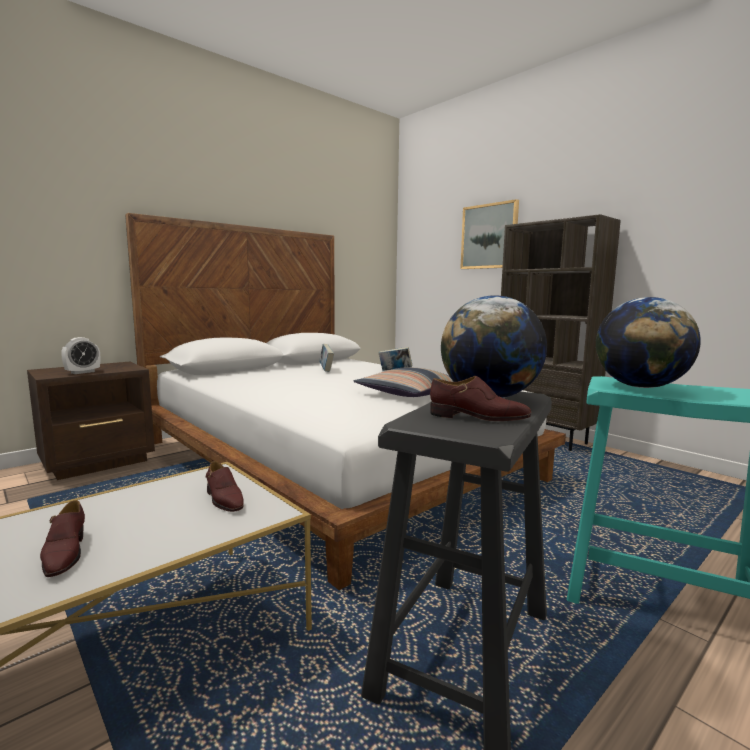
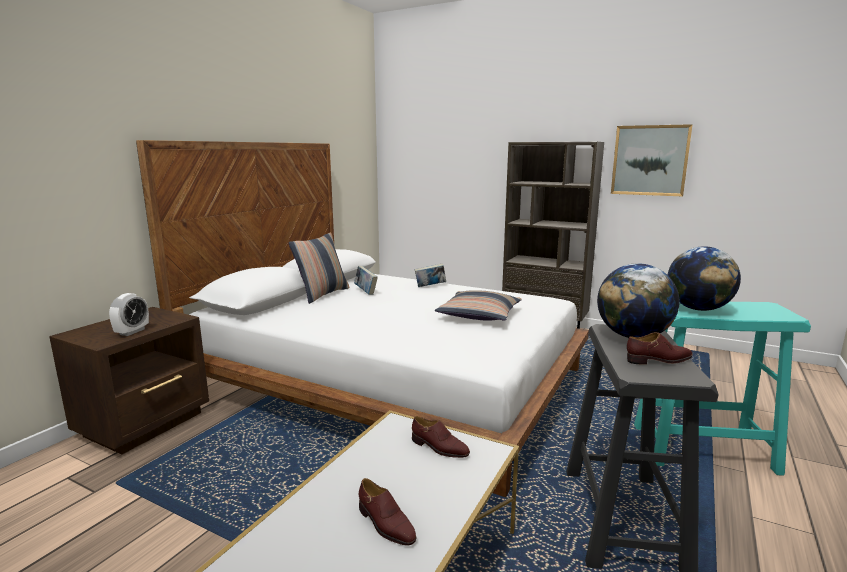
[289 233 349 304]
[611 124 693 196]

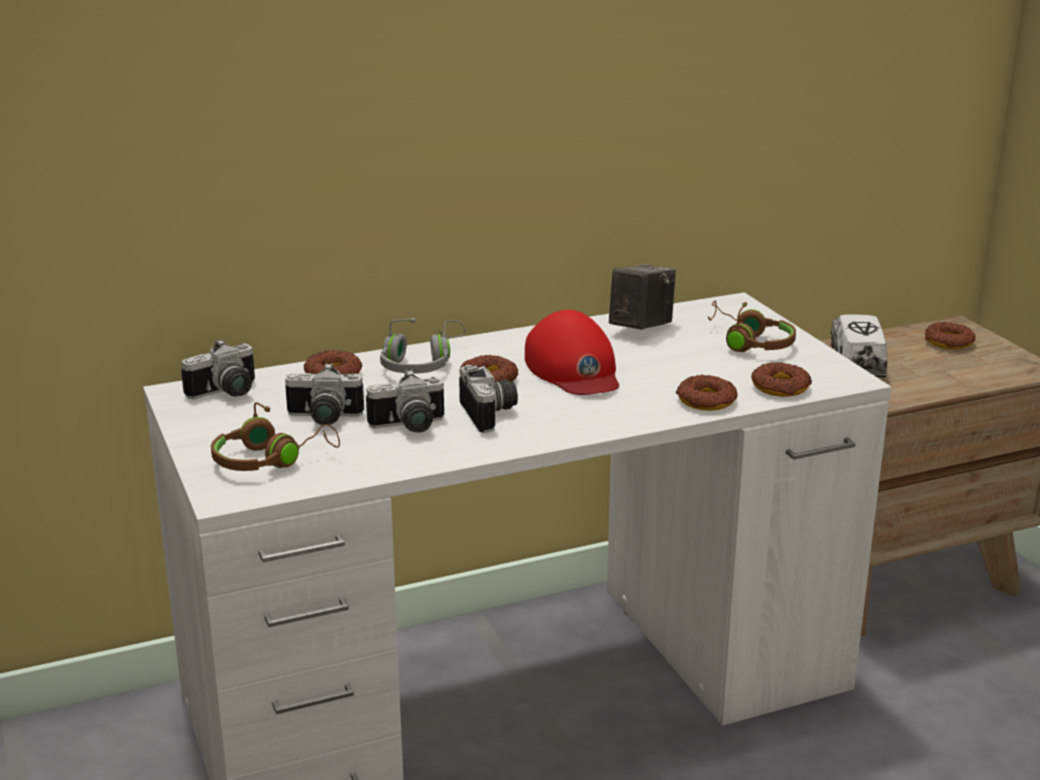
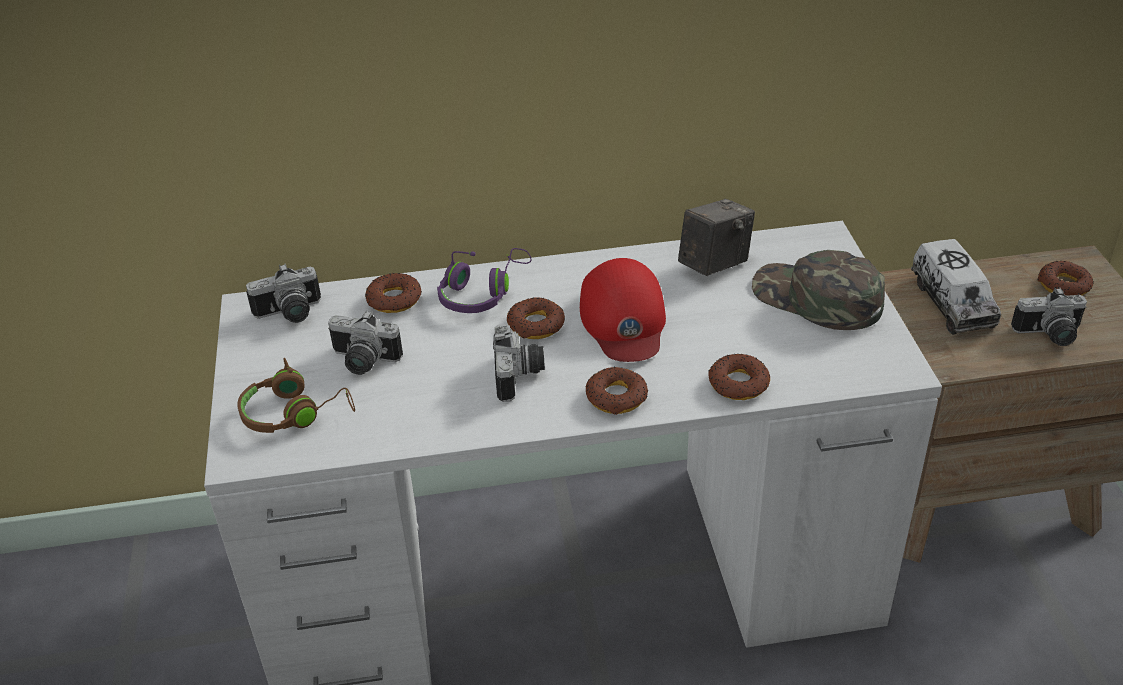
[437 248 532 313]
[586 367 649 415]
[752 250 885 330]
[911 239 1001 334]
[1011 288 1087 346]

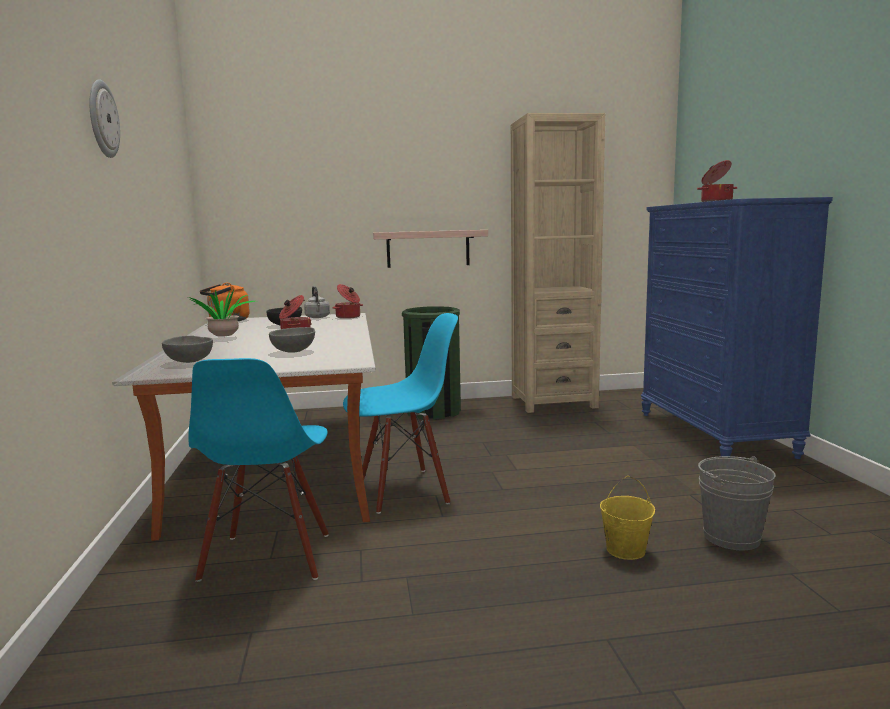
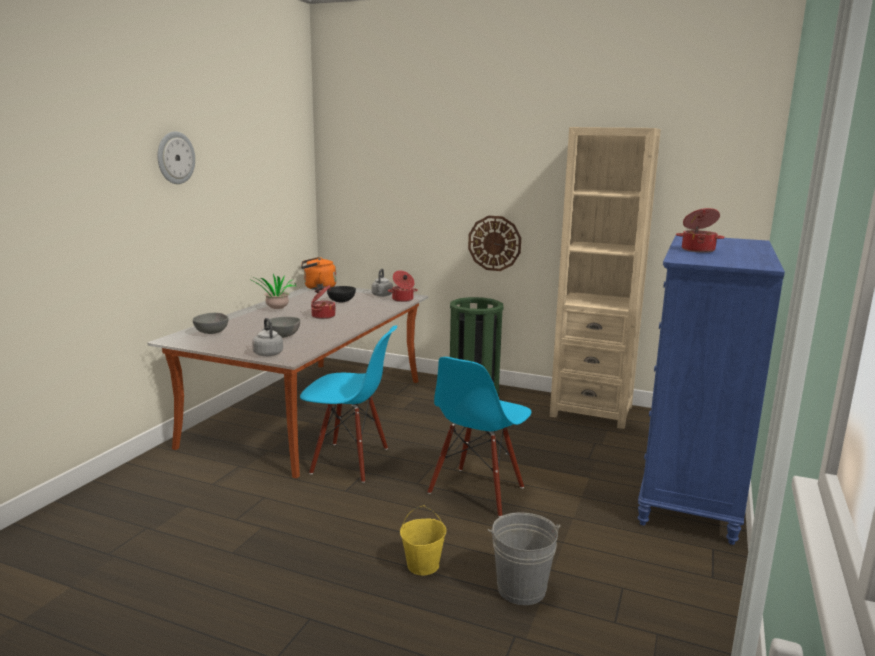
[252 318 283 356]
[427 357 531 517]
[468 216 521 271]

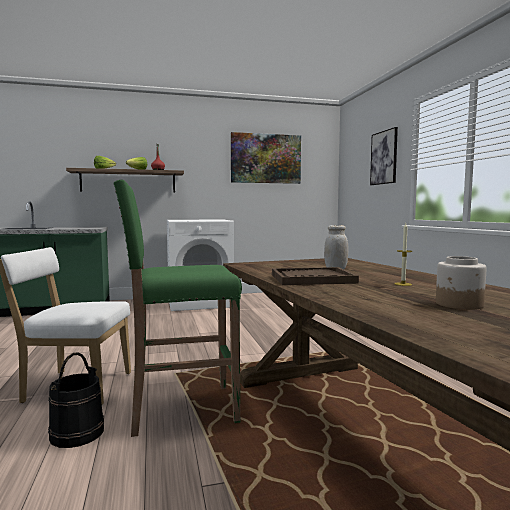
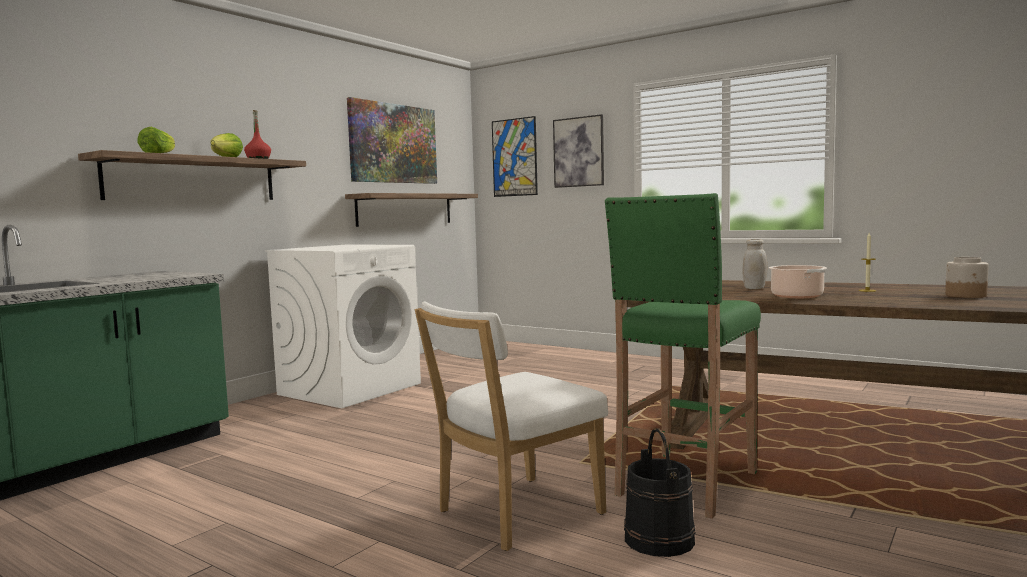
[345 193 478 227]
[492 116 538 197]
[769 265 827 298]

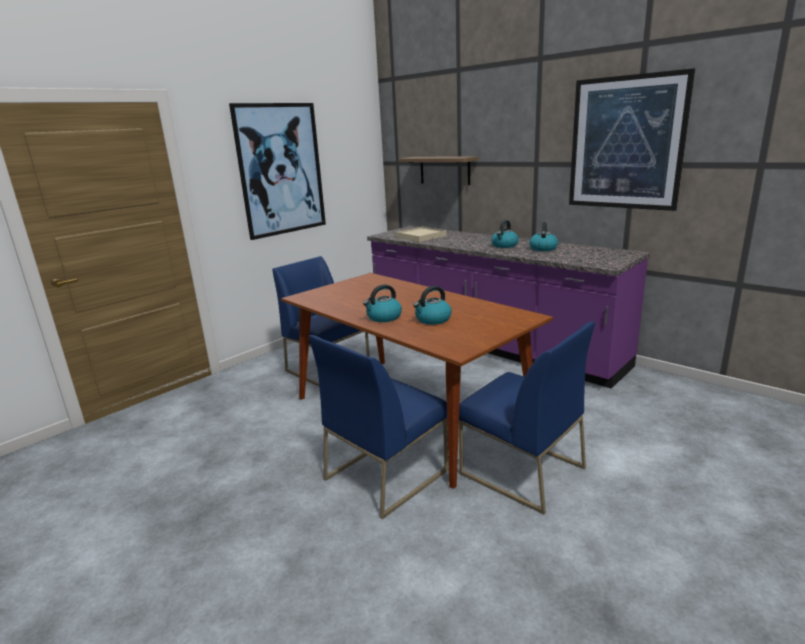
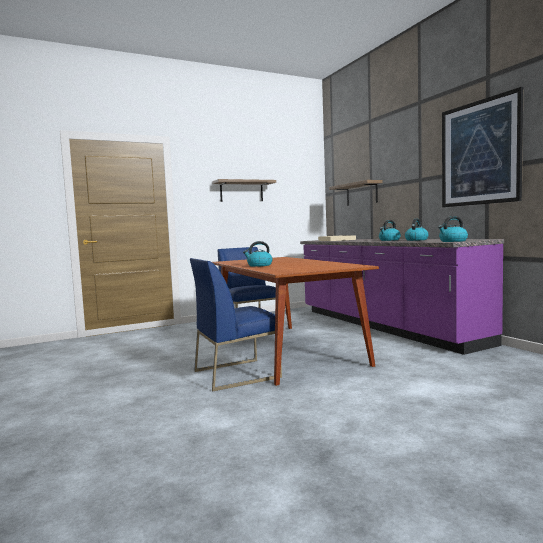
[212 179 276 202]
[438 216 468 242]
[459 321 595 514] (first image)

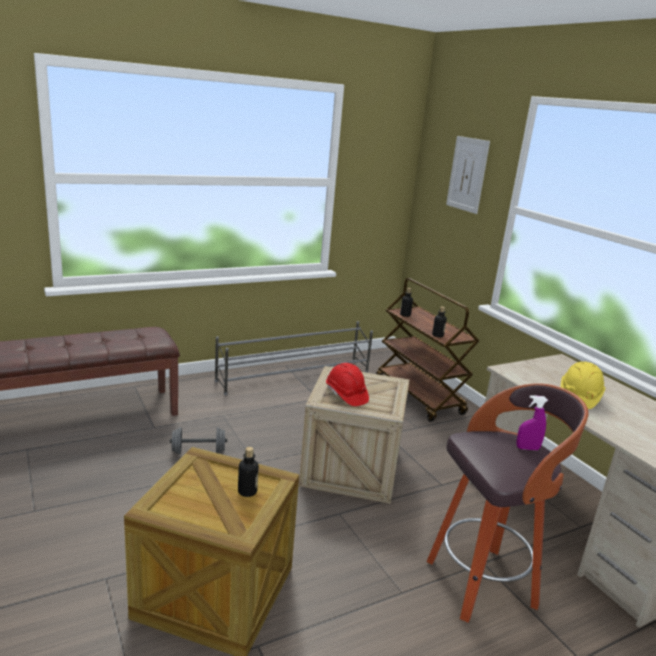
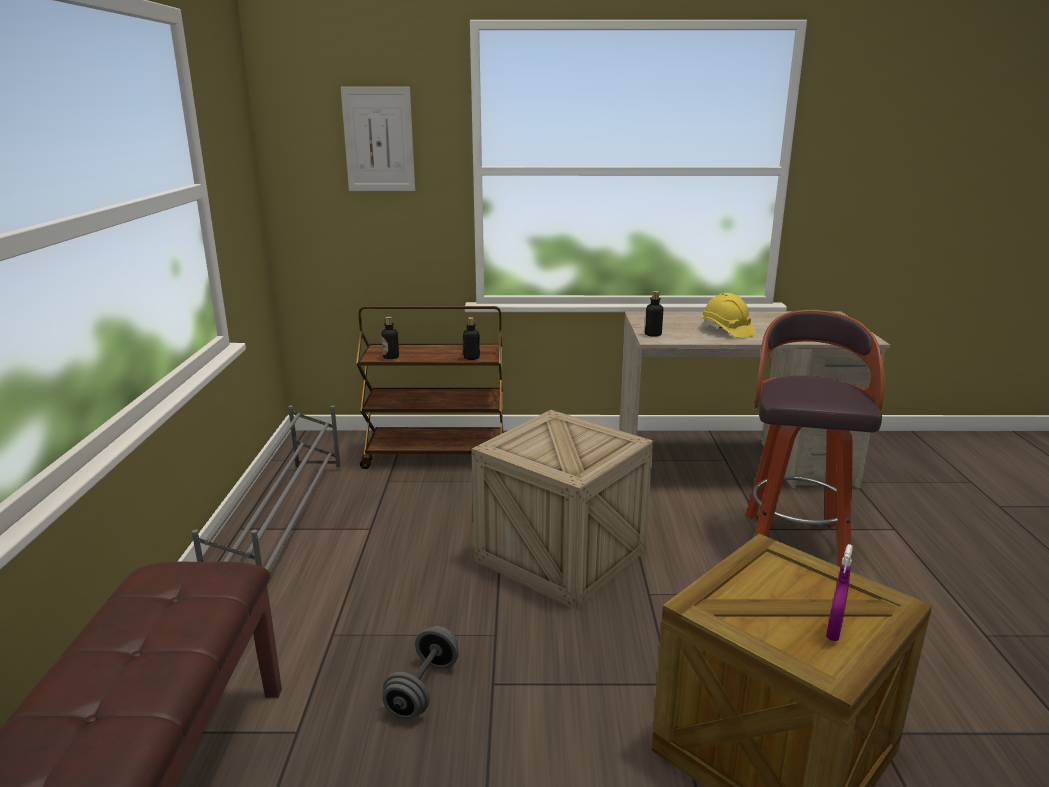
[645 291 663 337]
[826 544 853 641]
[326 363 369 406] (first image)

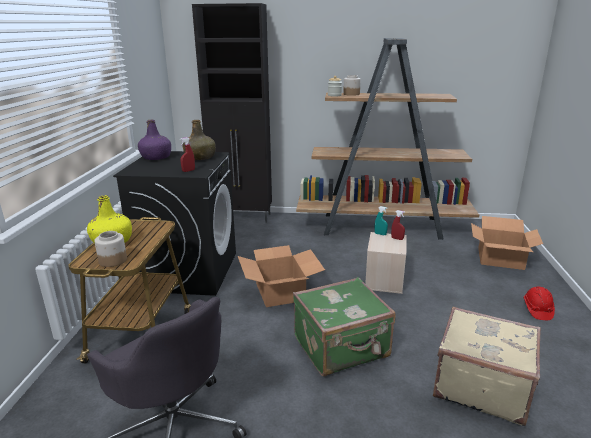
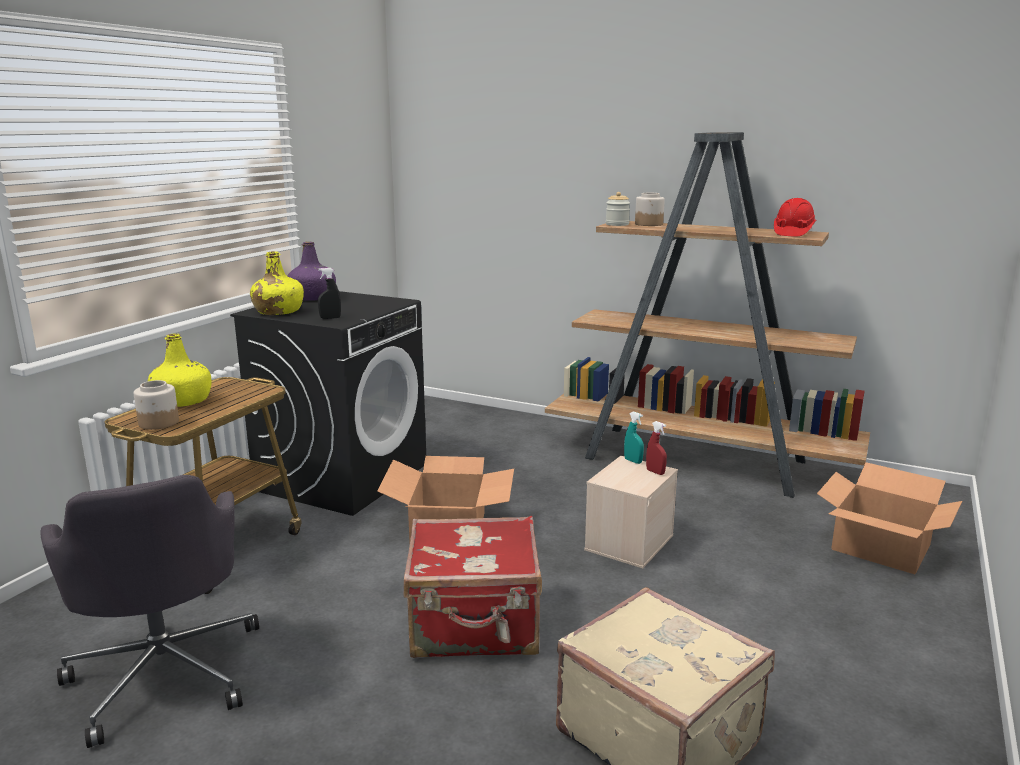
[250 251 304 315]
[318 268 341 319]
[404 516 542 658]
[774 198 816 237]
[183 120 216 160] (first image)
[192 3 272 223] (first image)

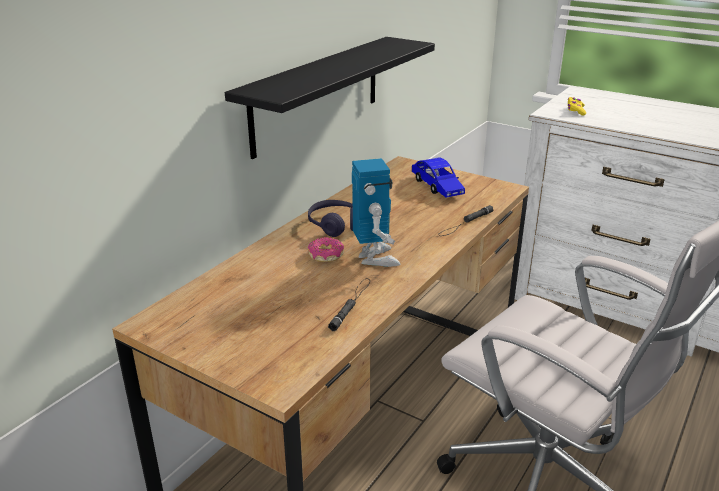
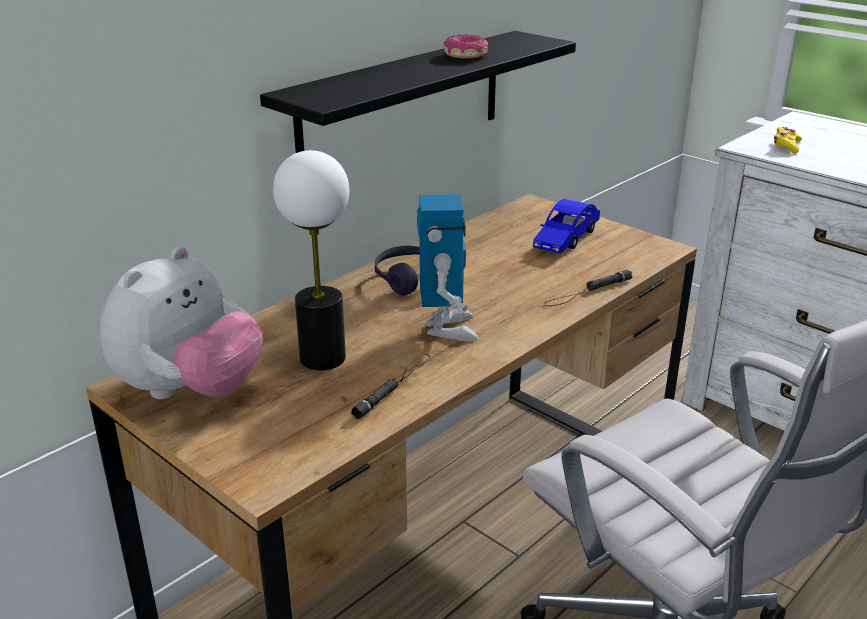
[100 246 263 399]
[273 150 349 370]
[443 34 488 59]
[533 199 600 254]

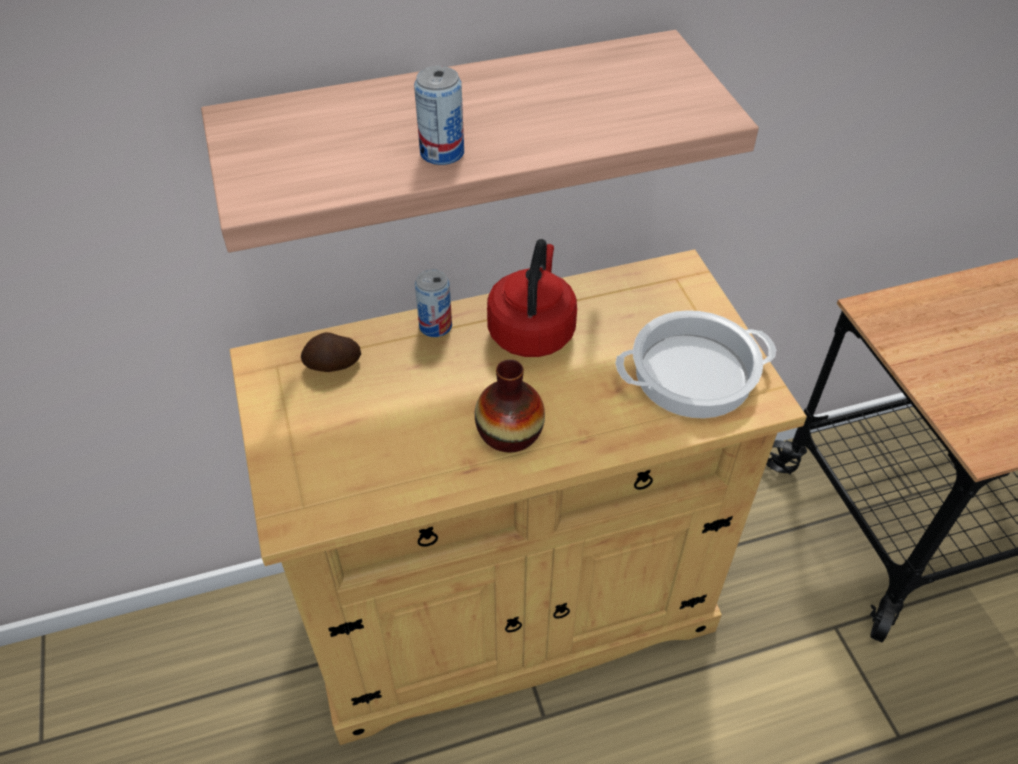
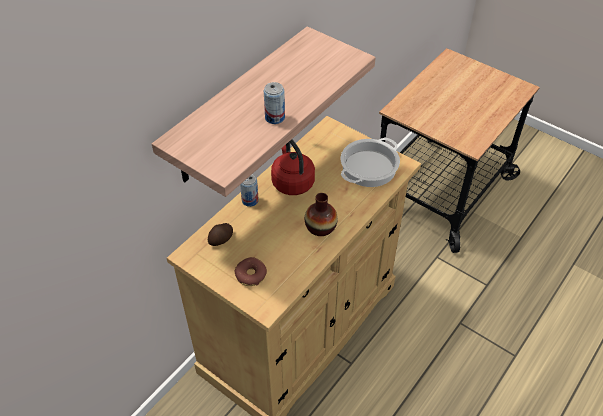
[235 257 267 286]

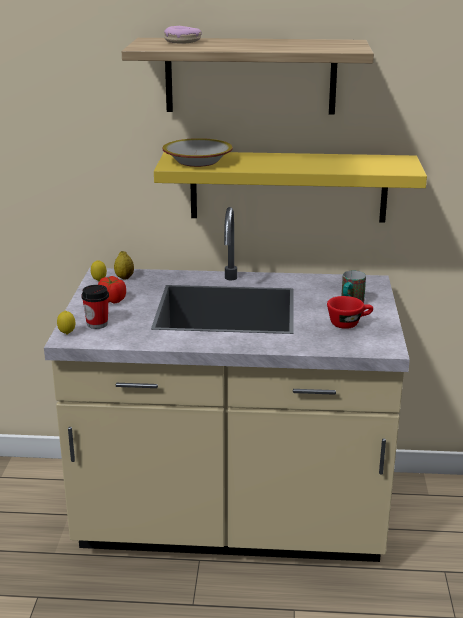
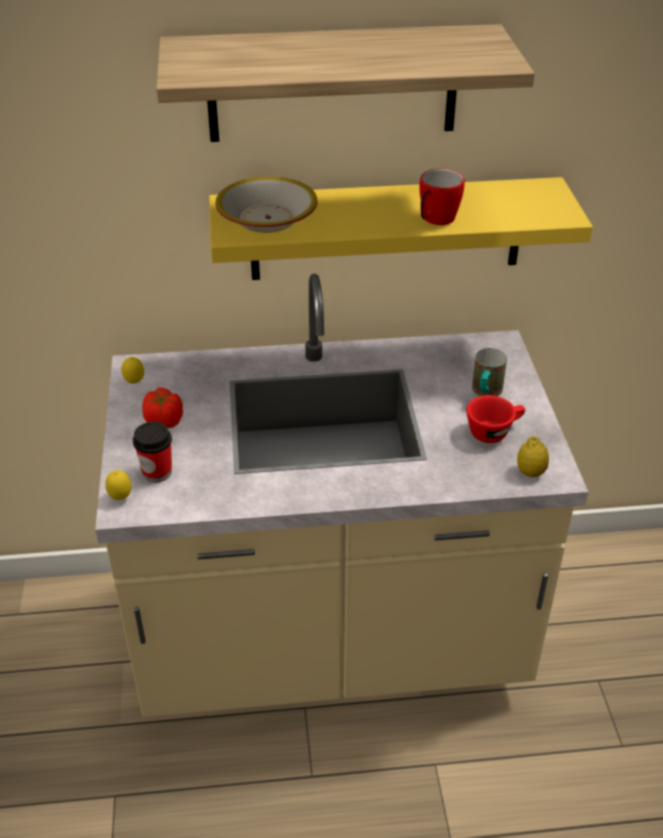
[419 168 465 225]
[517 436 549 477]
[164 26 202 43] (first image)

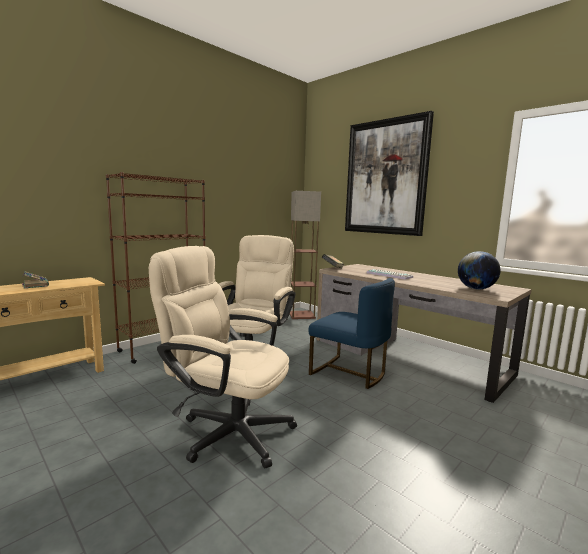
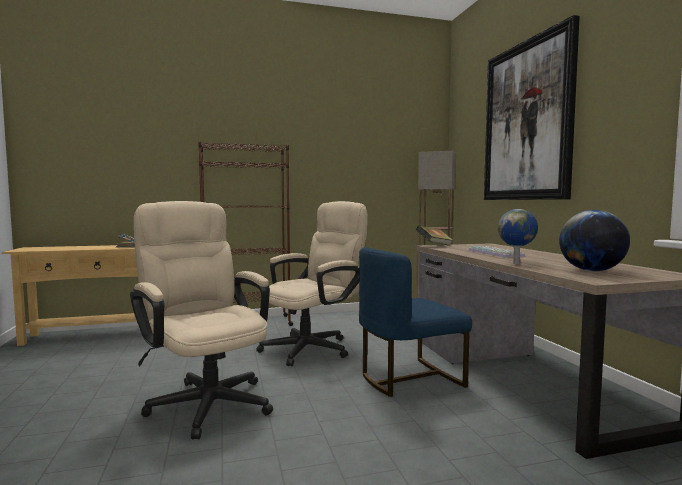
[359 247 472 397]
[498 209 538 264]

